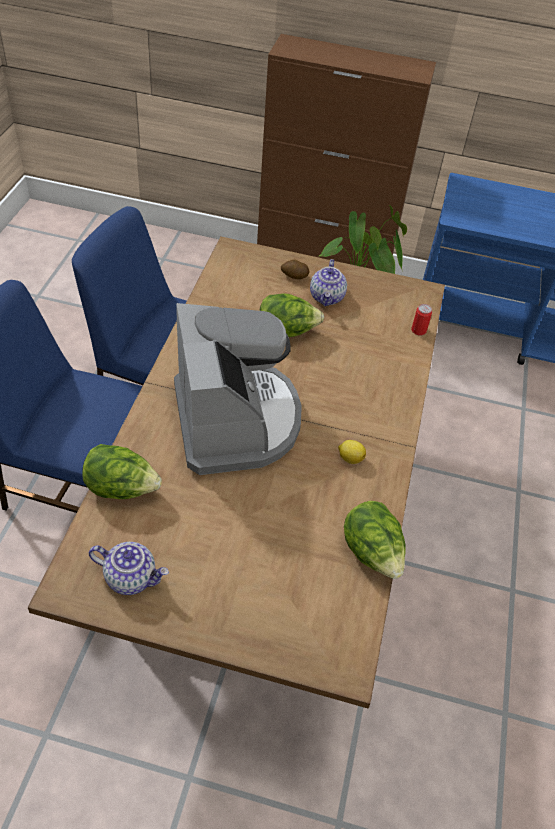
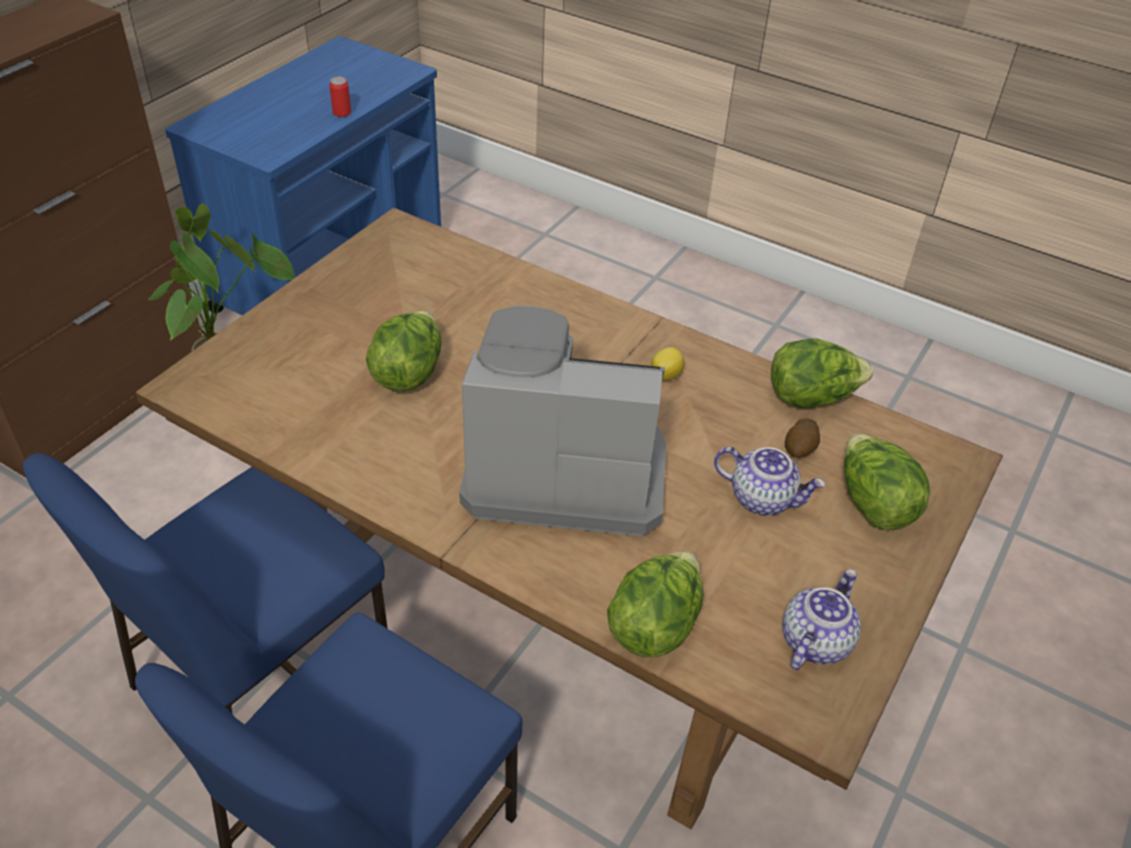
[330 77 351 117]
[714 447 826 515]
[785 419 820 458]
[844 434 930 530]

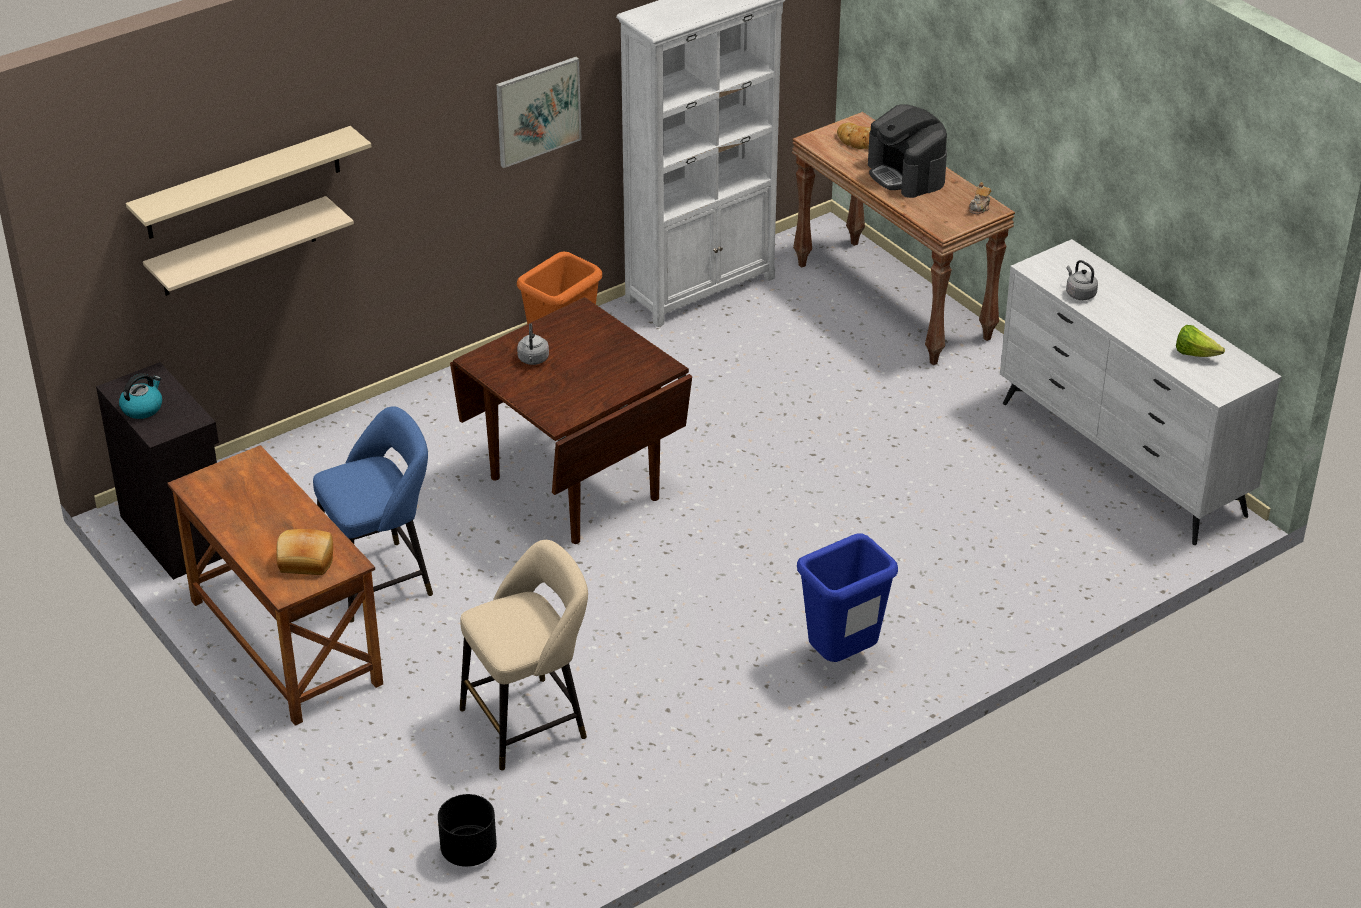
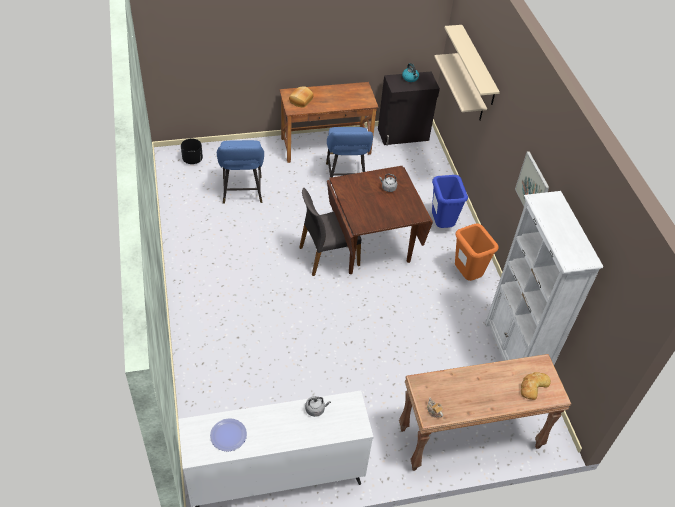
[210 418 247 451]
[217 140 264 204]
[299 188 361 276]
[432 175 468 228]
[868 104 947 198] (first image)

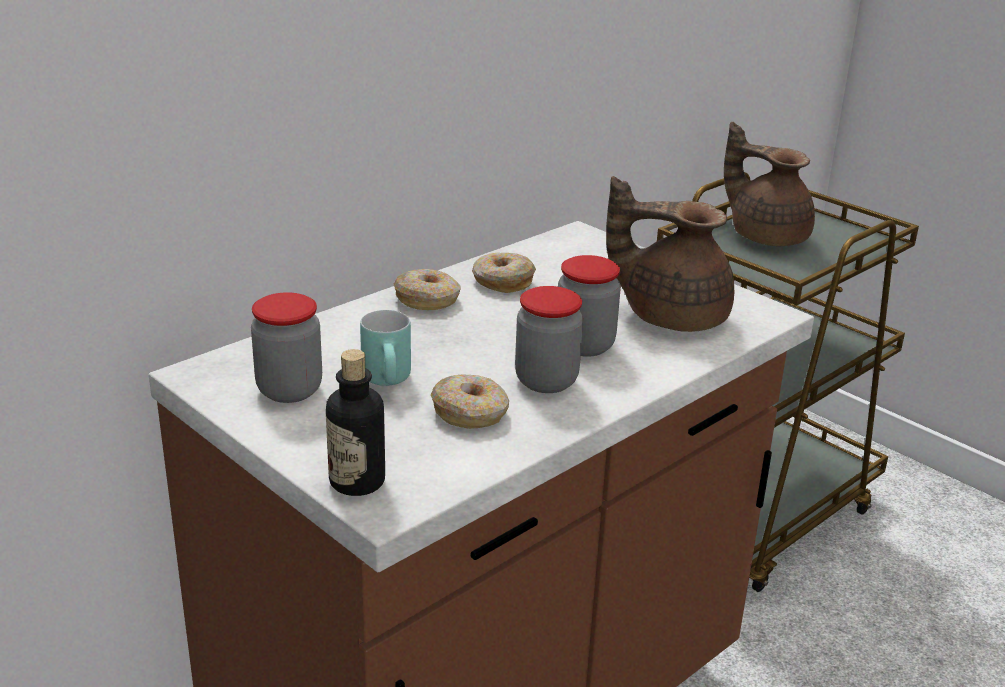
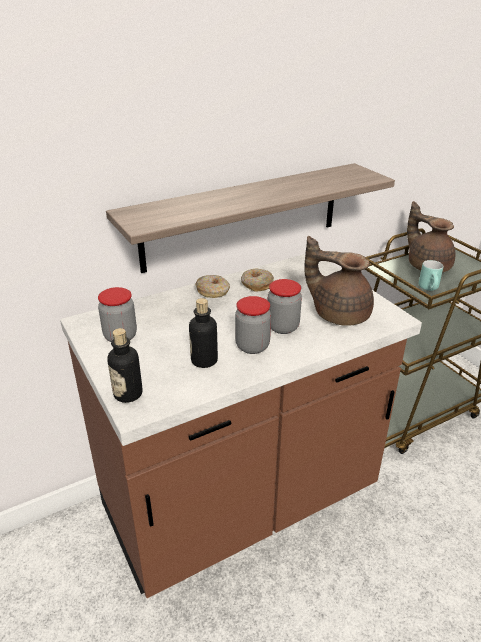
[106 163 395 273]
[189 298 218 368]
[419 260 443 291]

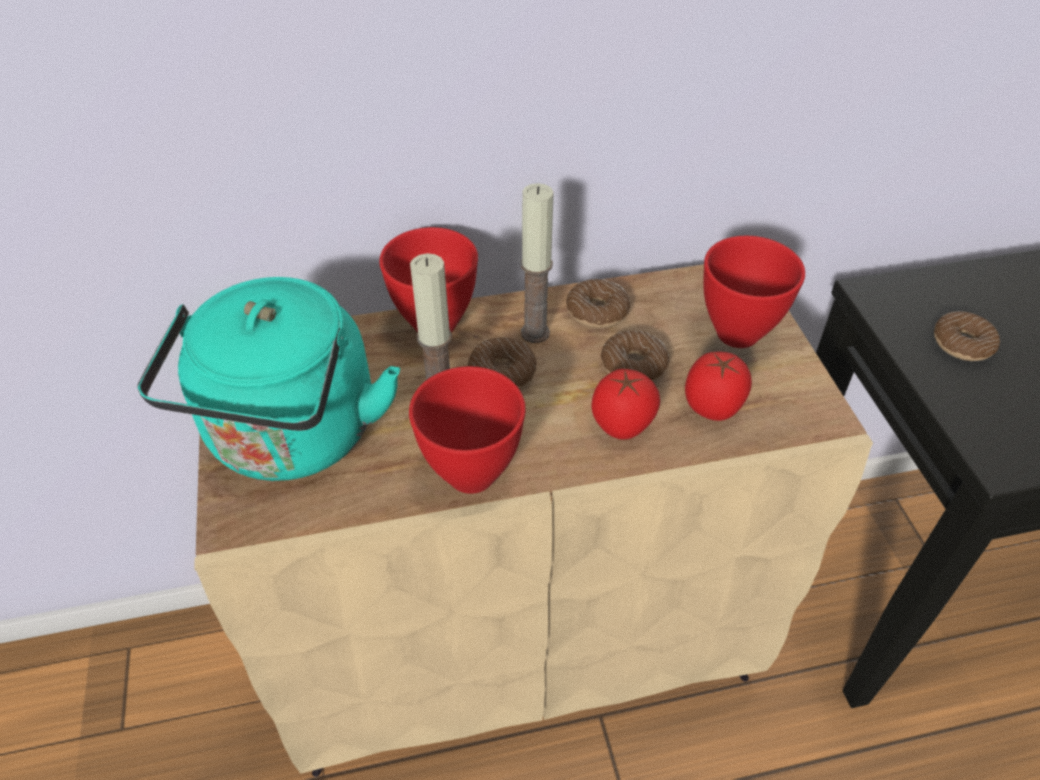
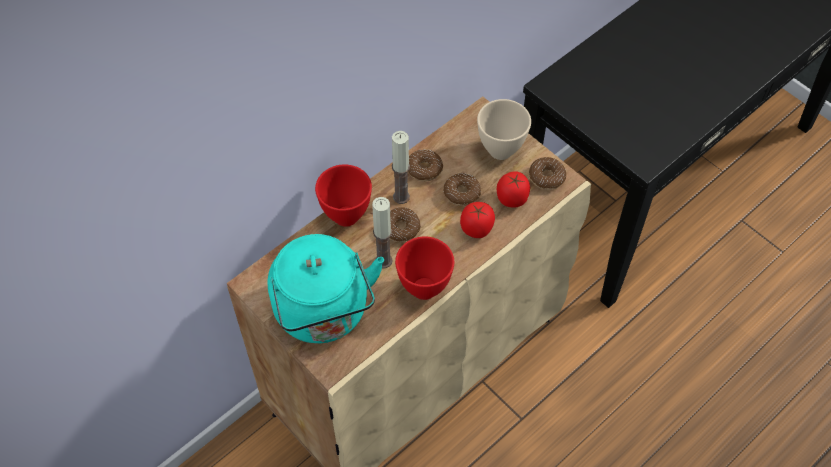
[477 99 531 160]
[529 157 566 190]

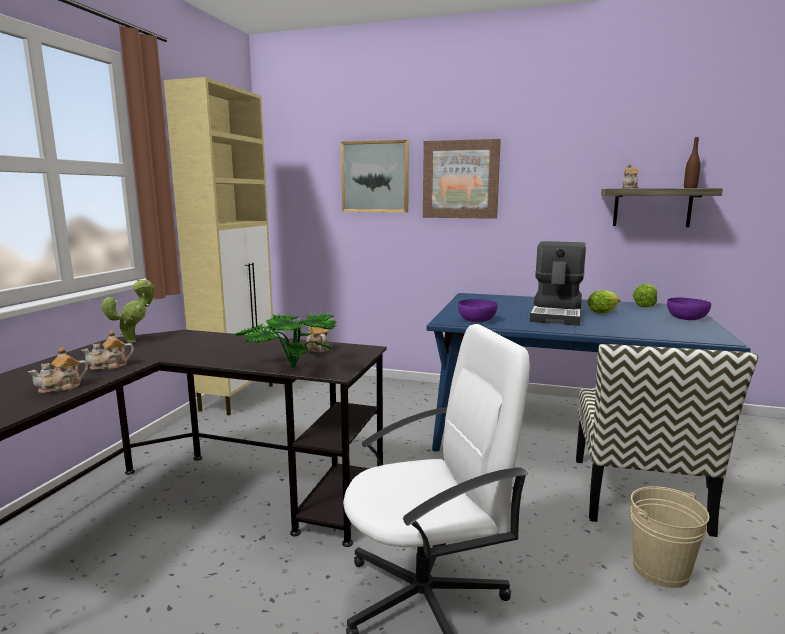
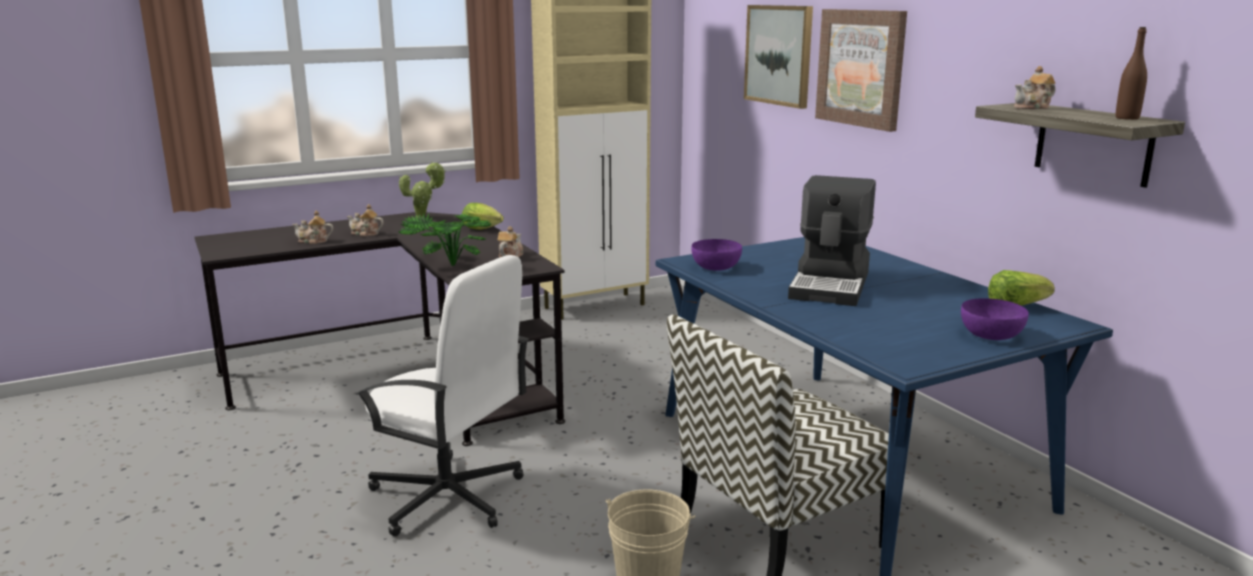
[462 203 503 230]
[788 175 876 306]

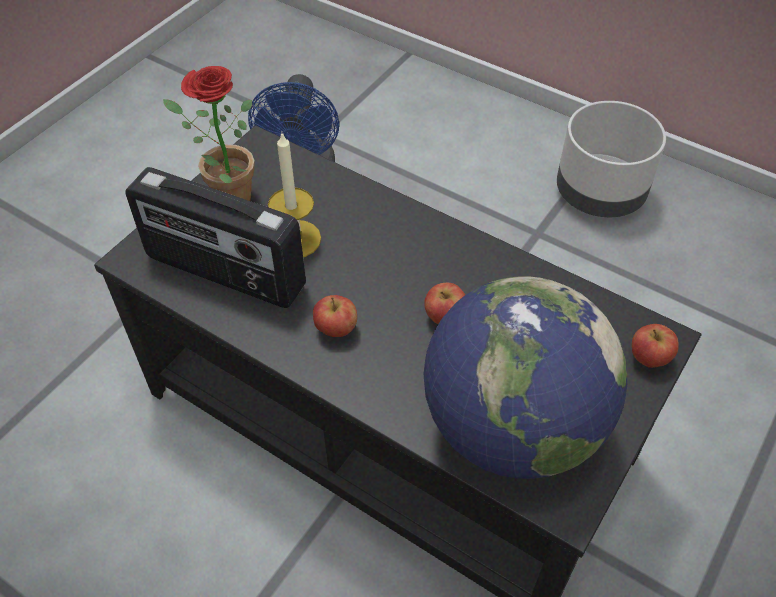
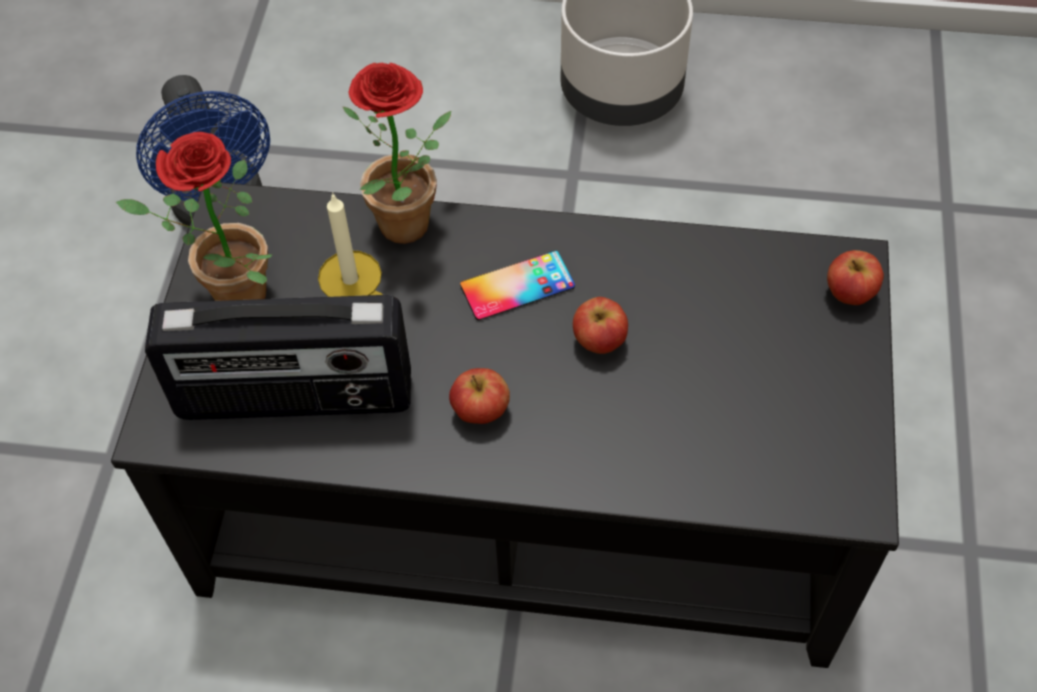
[343 63 451 244]
[460 250 575 320]
[424 276 628 479] (first image)

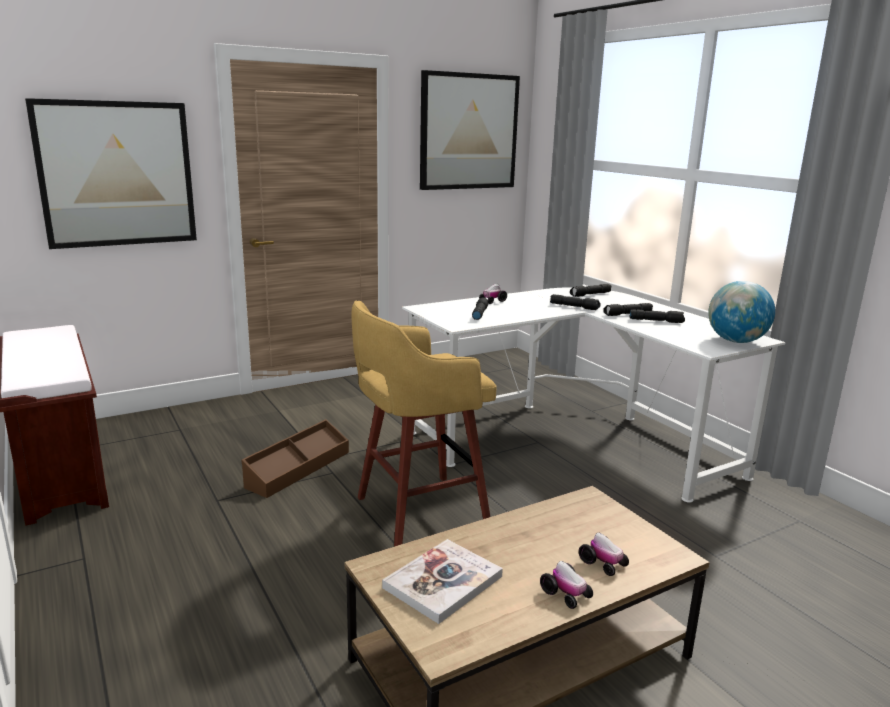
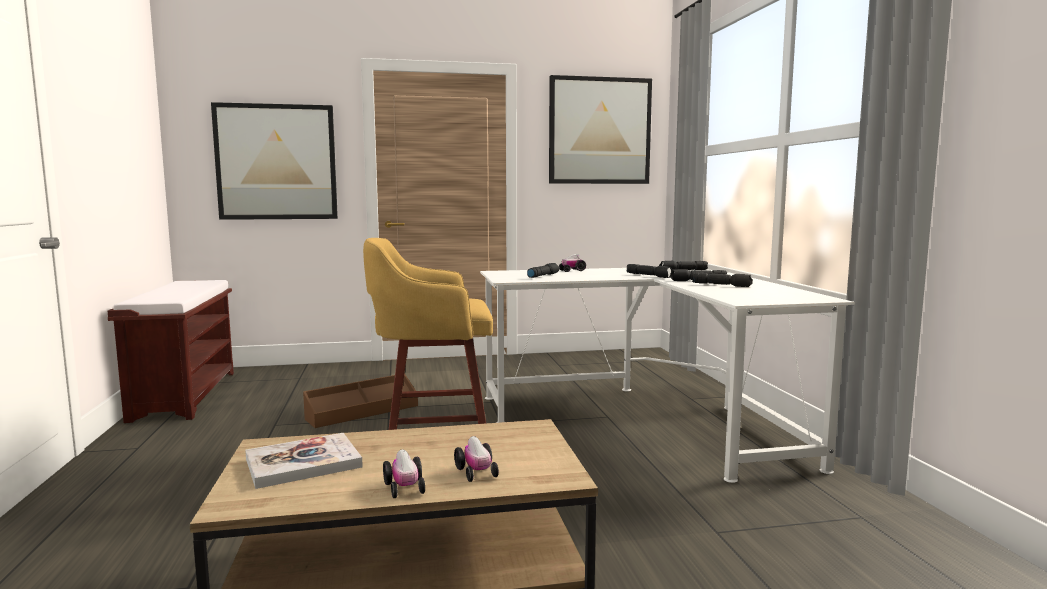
[708 281 775 343] (first image)

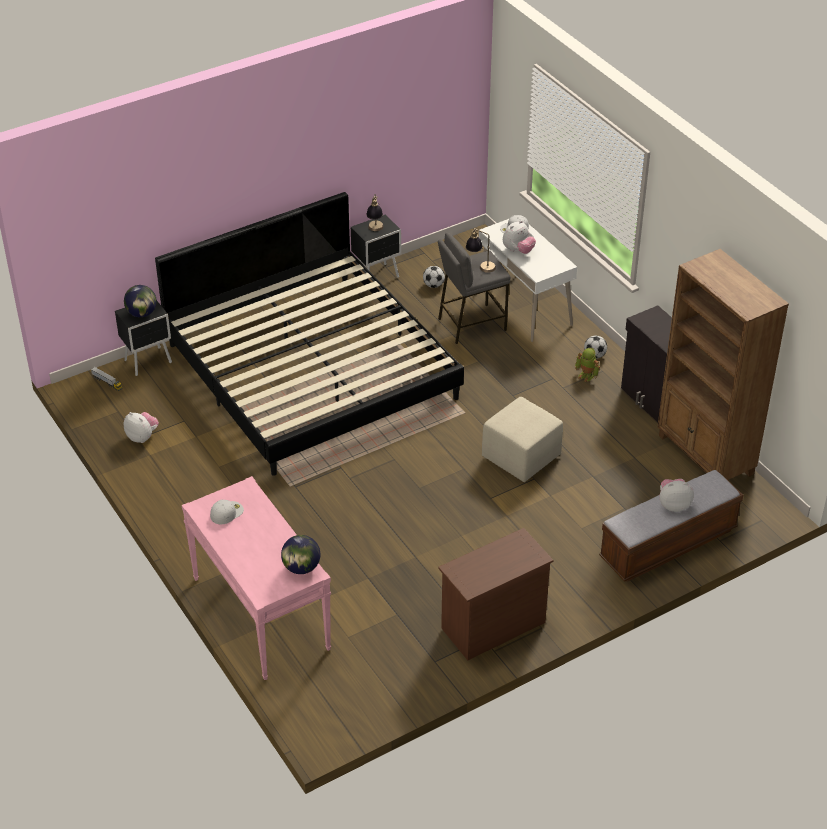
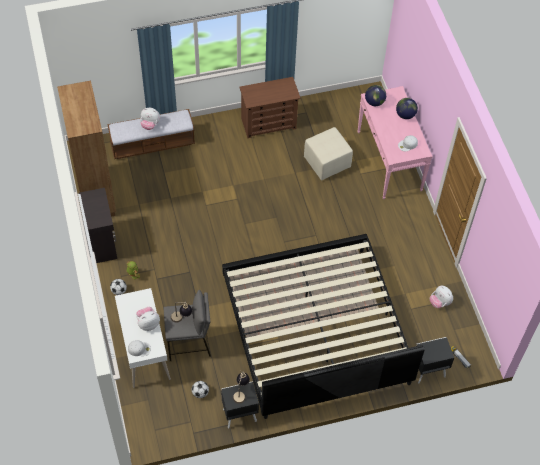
[304 127 353 181]
[396 98 418 119]

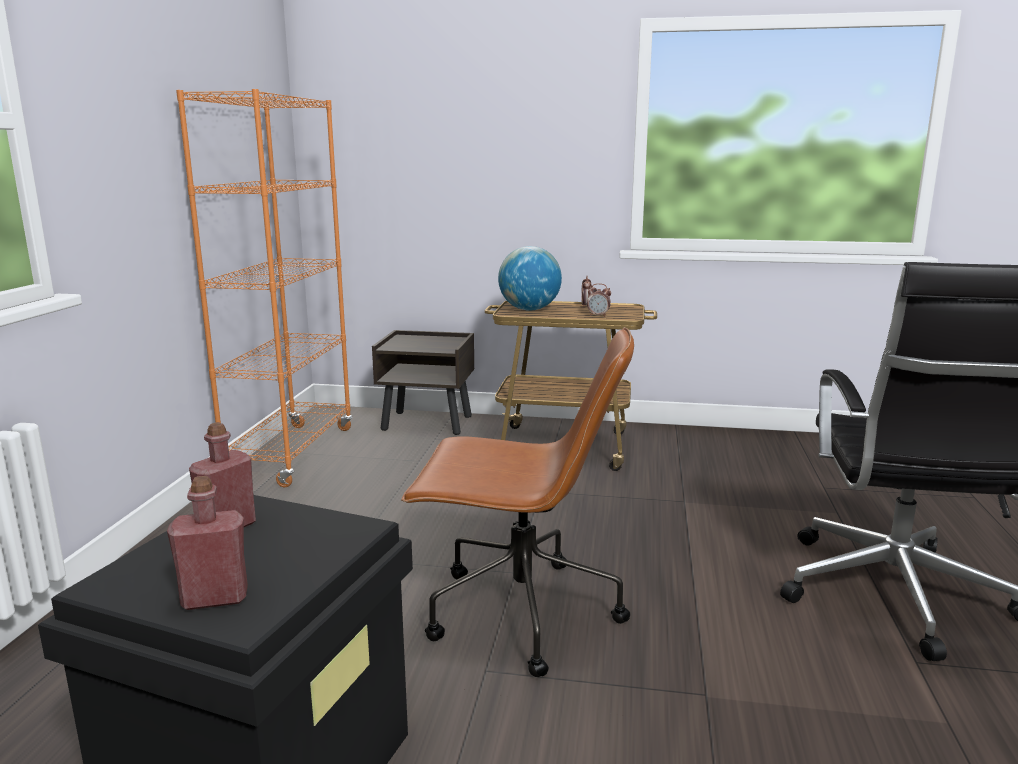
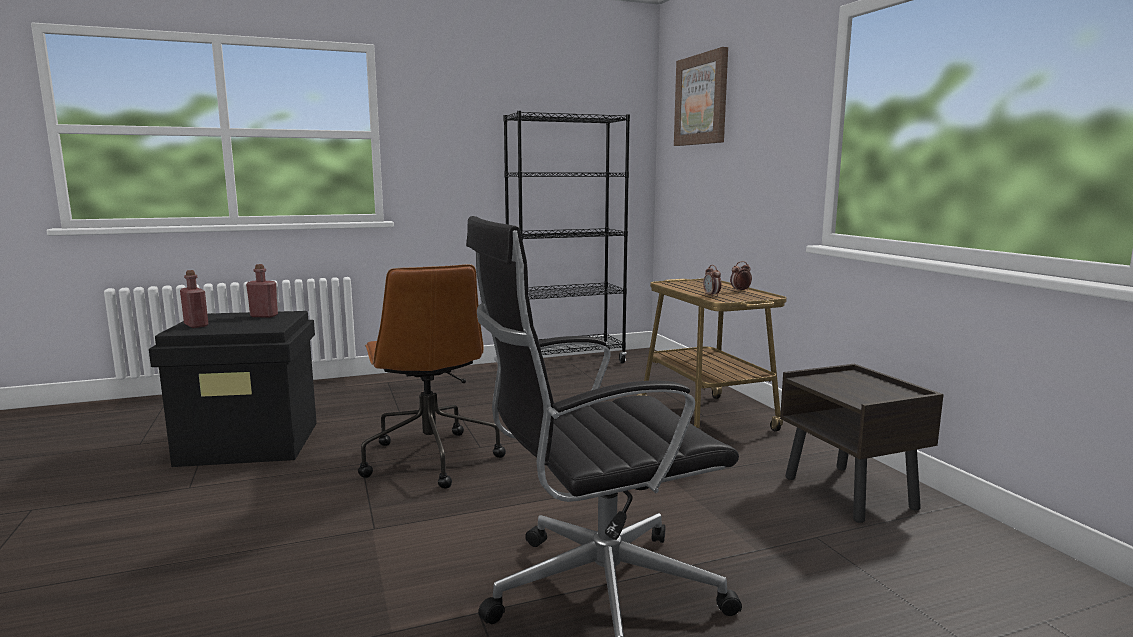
[503 111 630 363]
[674 47 728 146]
[780 364 944 523]
[498 246 562 311] (first image)

